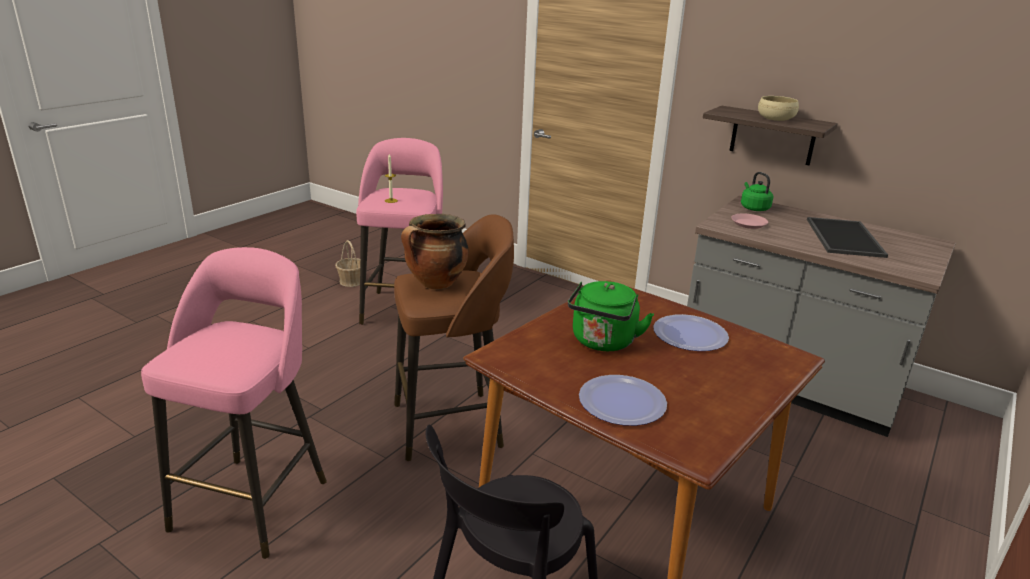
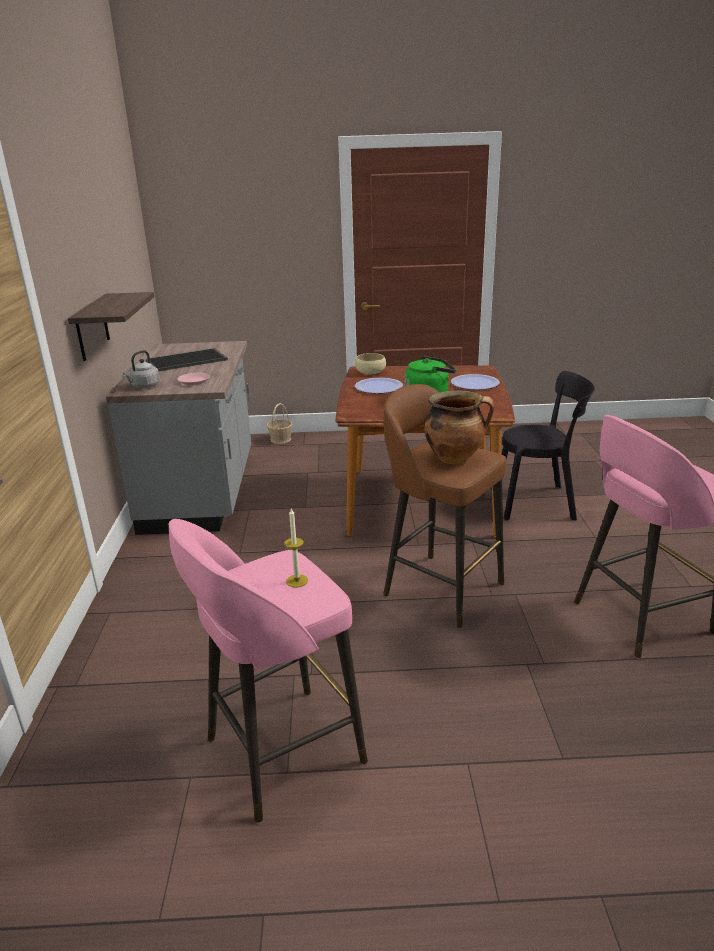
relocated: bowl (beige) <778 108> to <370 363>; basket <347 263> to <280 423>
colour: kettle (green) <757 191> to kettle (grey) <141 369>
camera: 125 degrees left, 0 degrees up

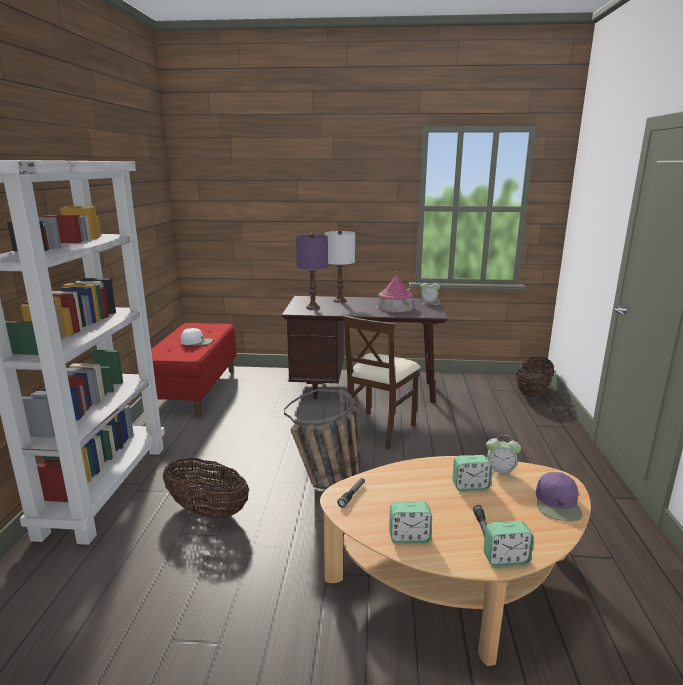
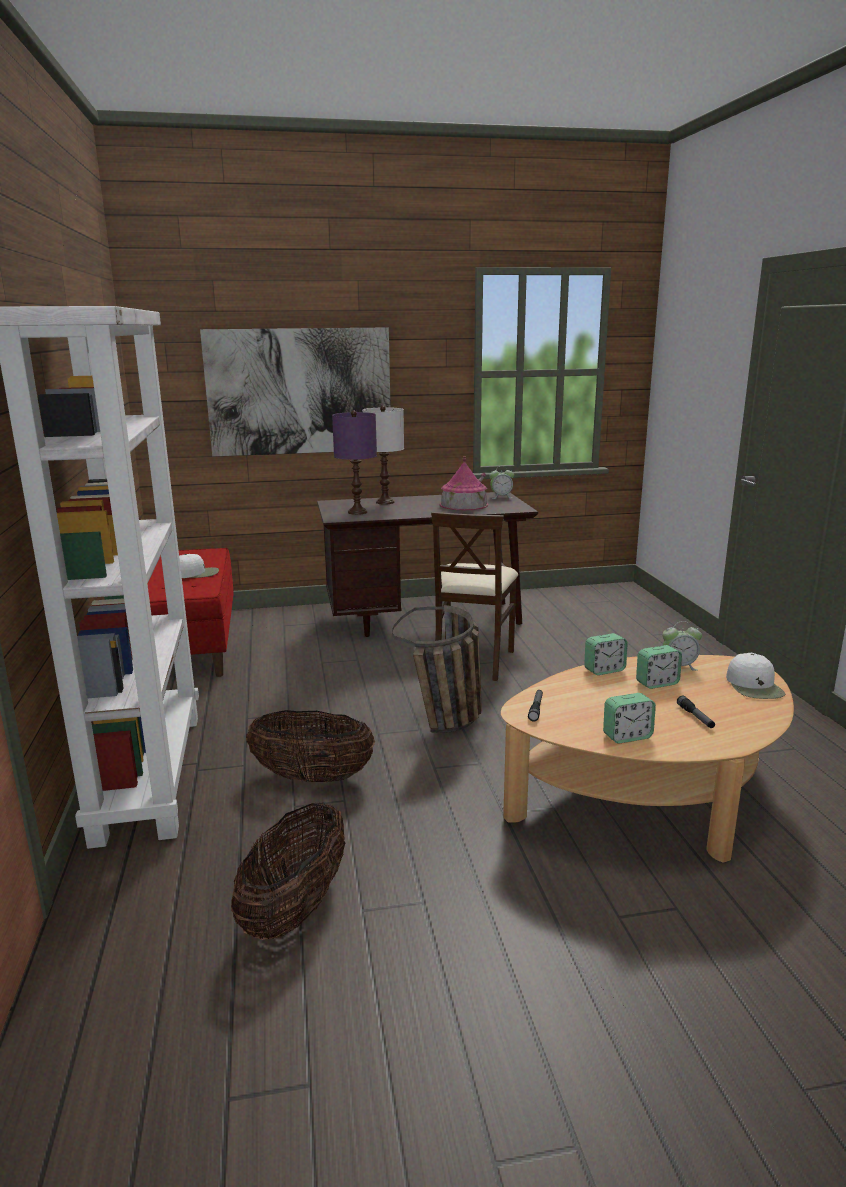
appeared: picture <295 391>
relocated: basket <535 377> to <288 871>; alarm clock <509 544> to <606 654>
colour: cap (purple) <559 496> to cap (white) <755 676>
camera: 15 degrees left, 0 degrees up

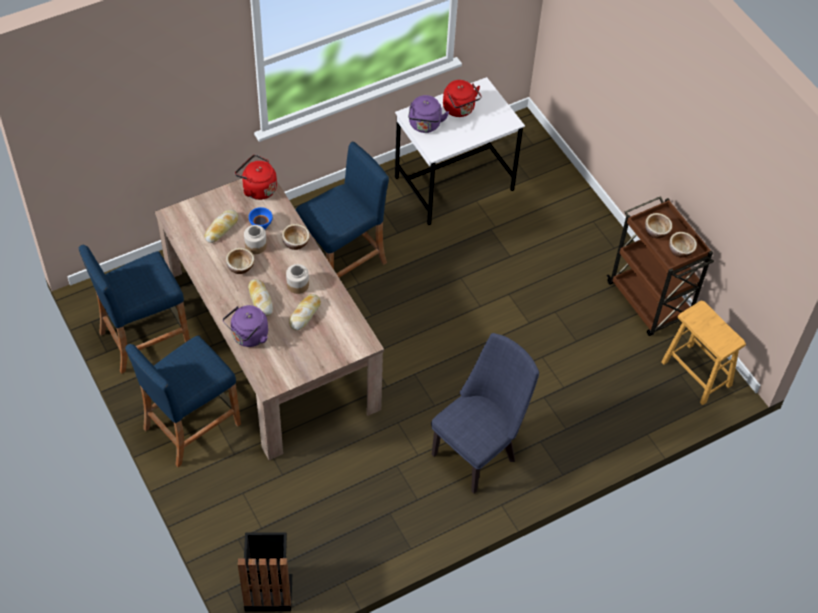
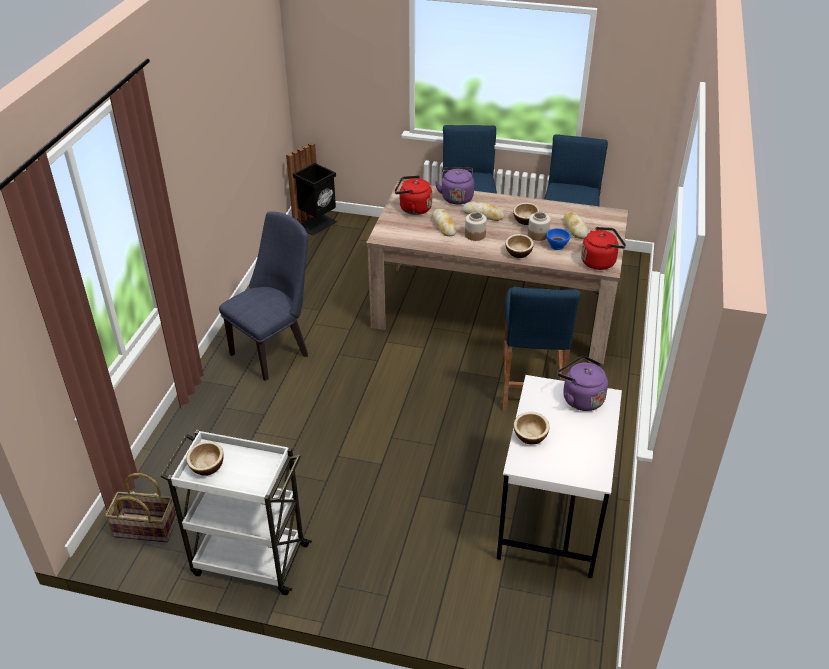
relocated: kettle (red) <462 98> to <413 195>; bowl <658 226> to <531 428>
exchanged: stool (brown) <703 353> to basket <141 508>
colour: cart (brown) <660 266> to cart (white) <236 512>
spun: chair (blue) <485 413> = <263 296> 135 degrees counterclockwise
camera: 135 degrees right, 15 degrees down

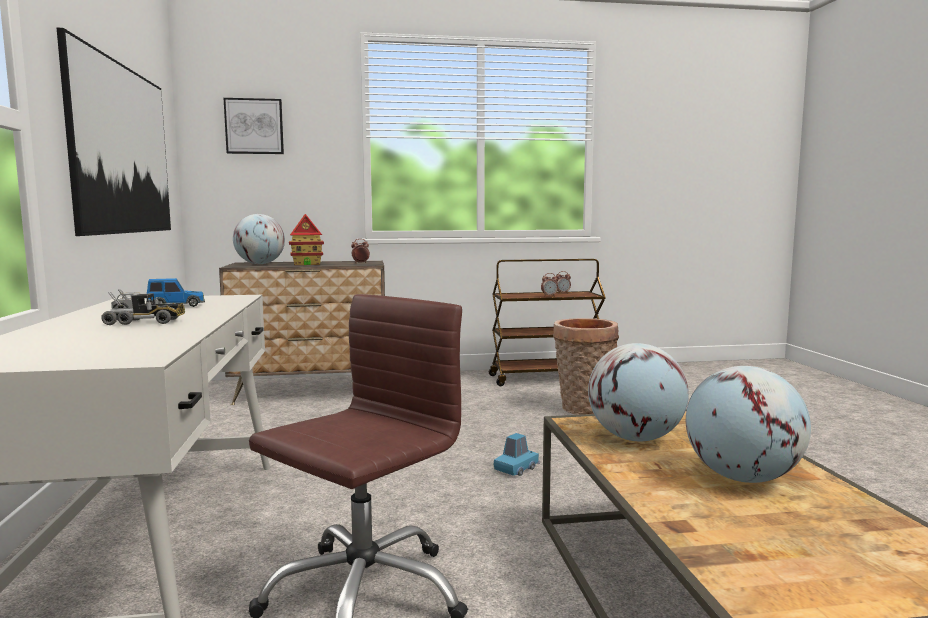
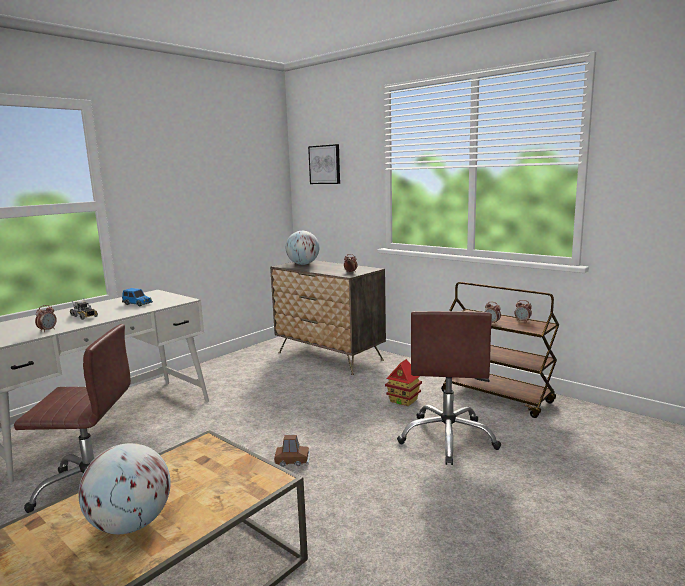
missing: picture <114 132>; globe <638 392>
appeared: alarm clock <46 318>
relocated: toy house <306 239> to <403 382>
exchanged: basket <586 366> to office chair (brown) <449 388>
colour: toy car (blue) <517 454> to toy car (brown) <292 451>
camera: 50 degrees right, 5 degrees up

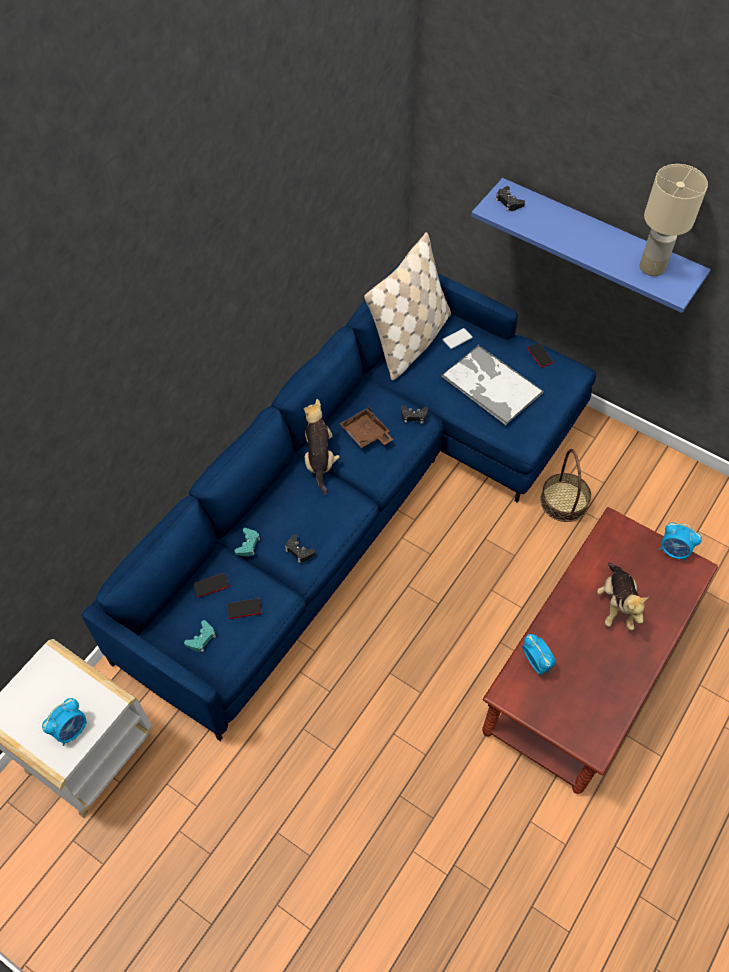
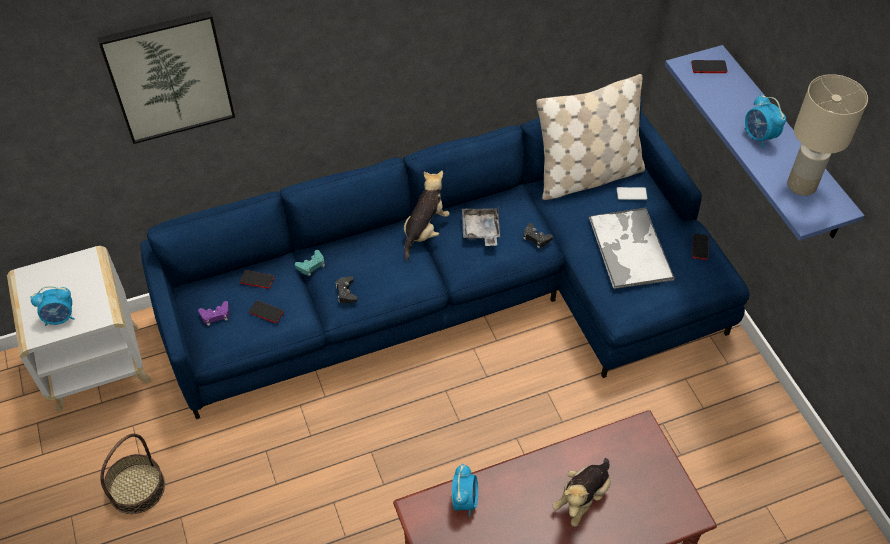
appeared: picture <166 77>
relocated: basket <565 485> to <132 474>; alarm clock <680 542> to <765 121>
exchanged: game controller (black) <510 198> to phone <709 66>
colour: tray (brown) <367 427> to tray (grey) <481 226>; game controller (turquoise) <200 636> to game controller (purple) <214 313>
camera: 35 degrees right, 5 degrees down

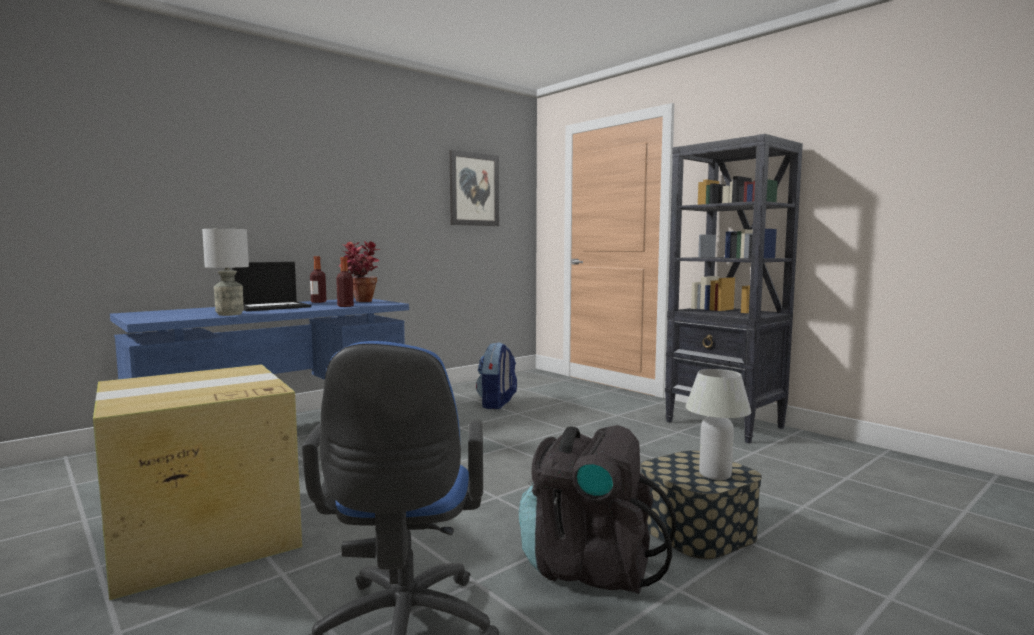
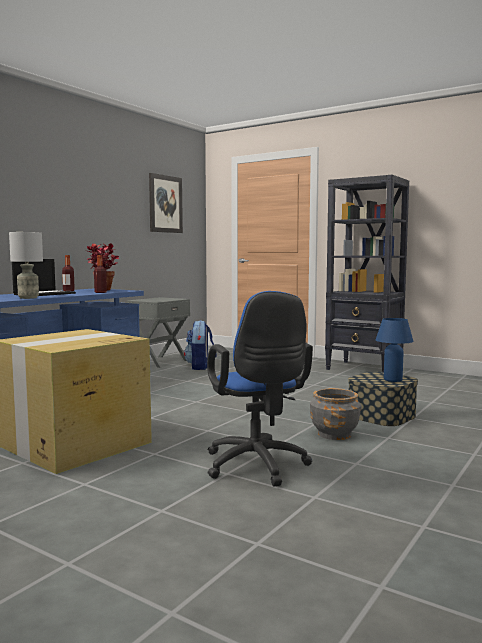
appeared: nightstand (grey) <158 332>
exchanged: backpack (black) <598 509> to planter (grey) <336 414>
colour: table lamp (white) <718 424> to table lamp (blue) <395 350>
camera: 15 degrees left, 0 degrees up

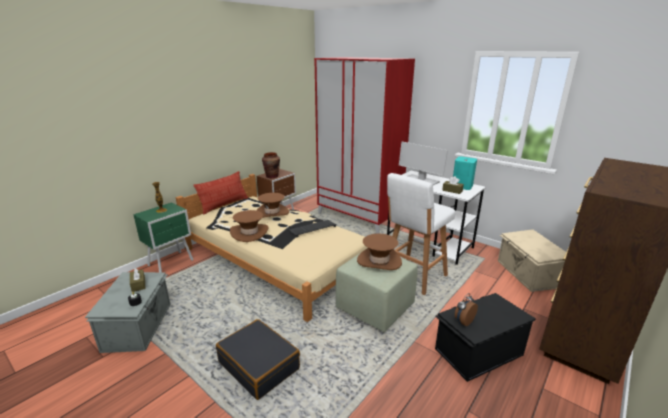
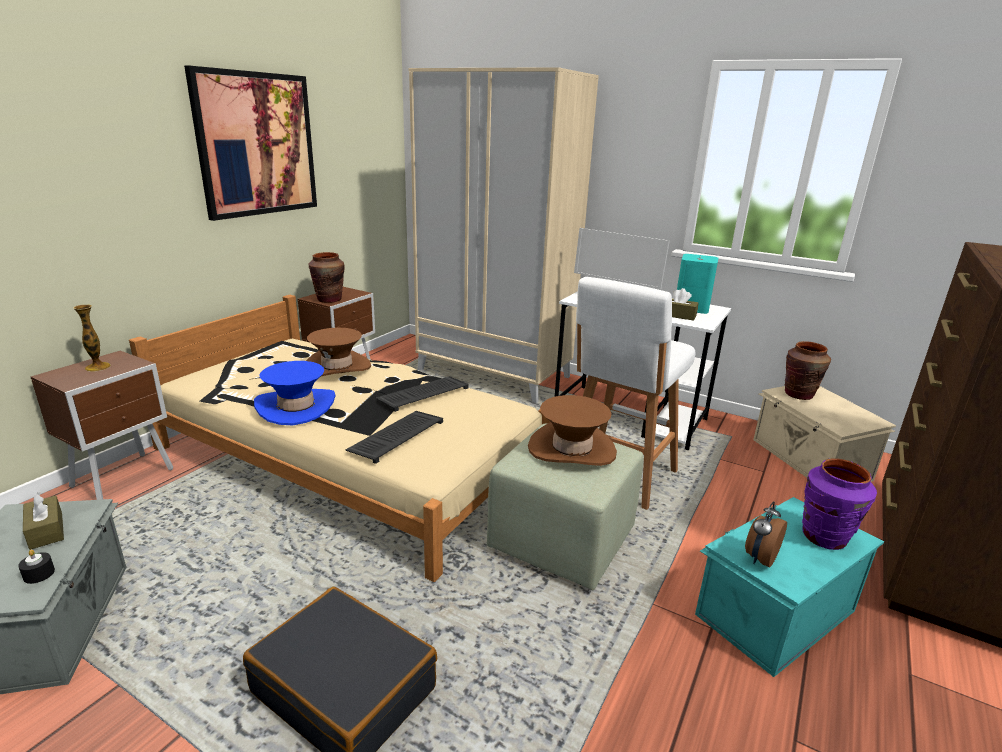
missing: pillow <221 193>
appeared: picture <250 143>; vase (brown) <808 370>; keyboard <394 437>; vase (purple) <839 504>
colour: wardrobe (red) <364 145> to wardrobe (beige) <503 235>; nightstand (green) <163 237> to nightstand (brown) <102 425>; hat (brown) <249 226> to hat (blue) <295 393>; storage box (black) <485 337> to storage box (turquoise) <789 587>
camera: 10 degrees left, 0 degrees up

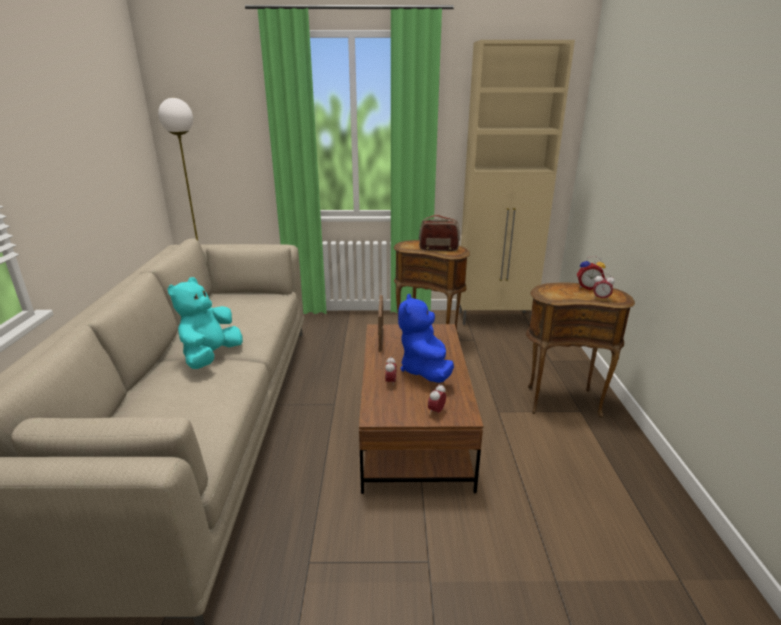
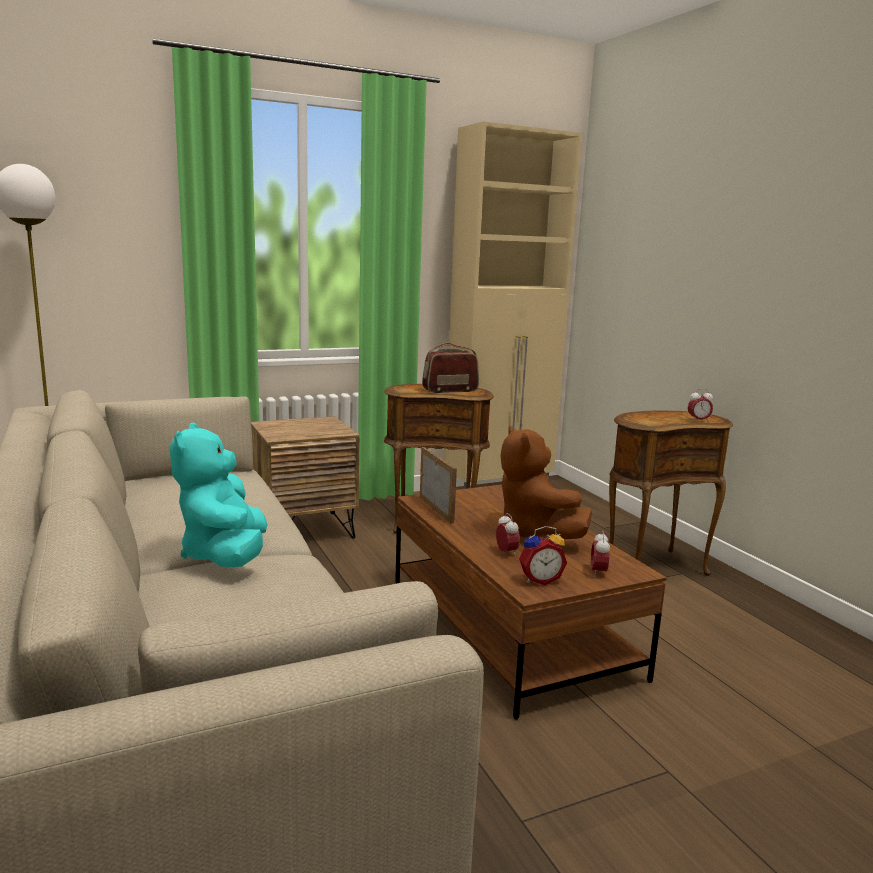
appeared: nightstand (brown) <305 477>
relocated: alarm clock <591 273> to <543 555>
colour: plush toy (blue) <426 338> to plush toy (brown) <546 482>
camera: 25 degrees left, 10 degrees down

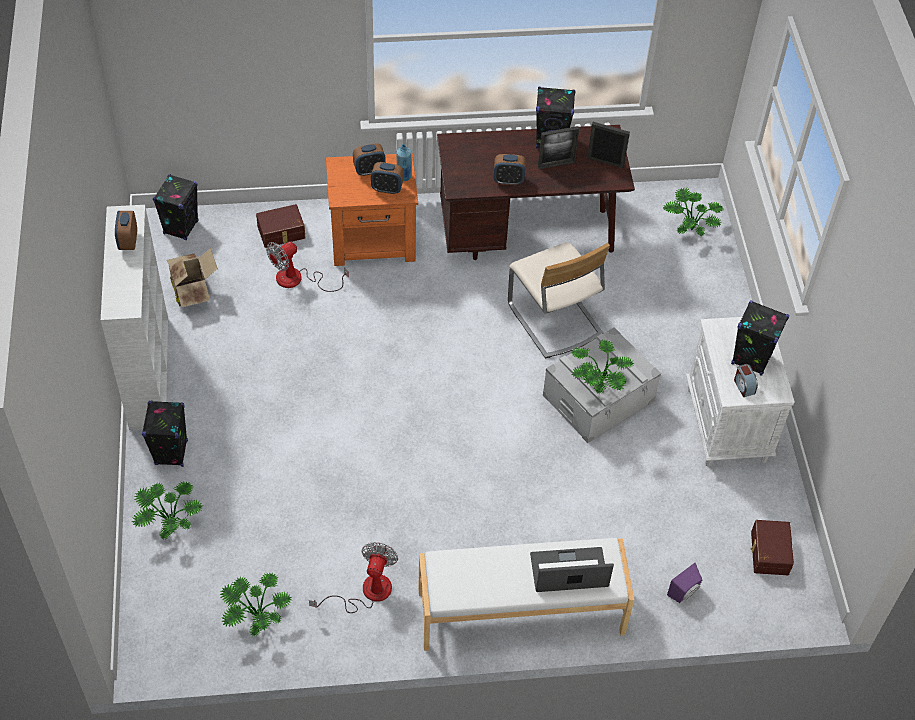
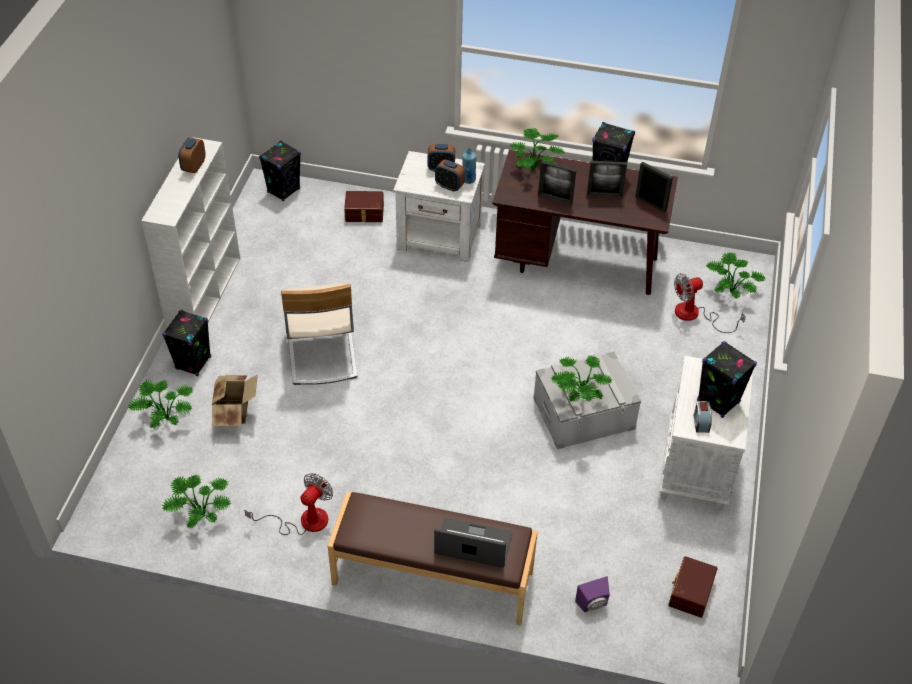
appeared: potted plant <537 149>
relocated: fan <307 266> to <710 303>; chair (beige) <559 300> to <319 334>; cardboard box <192 277> to <235 400>
exchanged: alarm clock <510 169> to picture frame <557 183>
colour: nightstand (orange) <372 209> to nightstand (white) <439 206>; bench (white) <526 594> to bench (brown) <433 558>
camera: 20 degrees right, 5 degrees down

